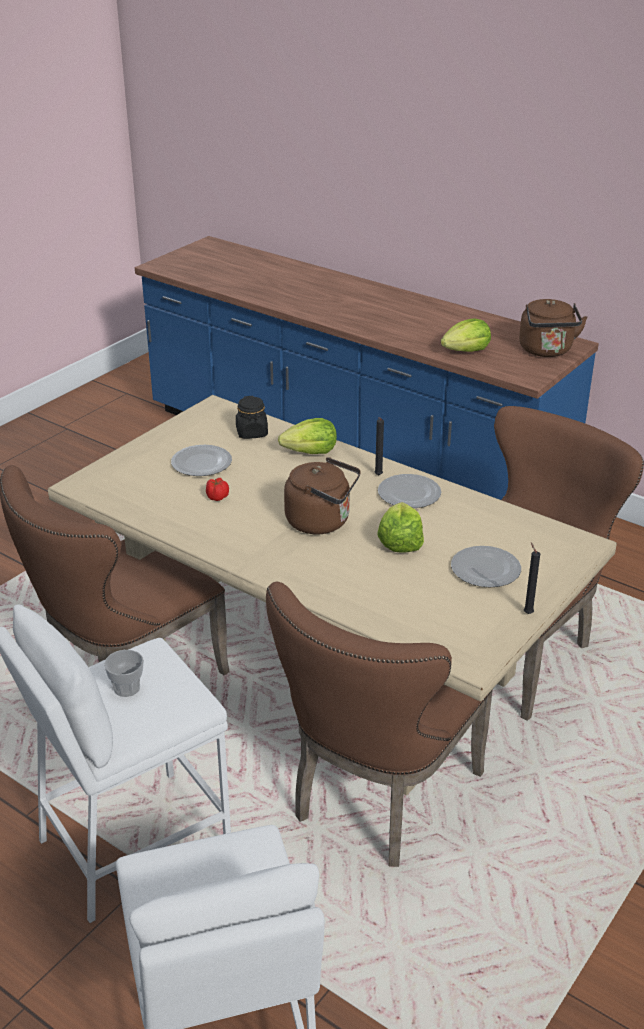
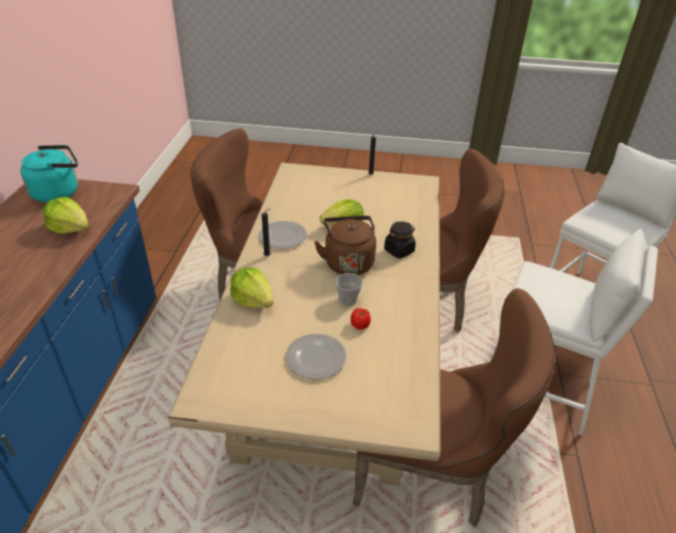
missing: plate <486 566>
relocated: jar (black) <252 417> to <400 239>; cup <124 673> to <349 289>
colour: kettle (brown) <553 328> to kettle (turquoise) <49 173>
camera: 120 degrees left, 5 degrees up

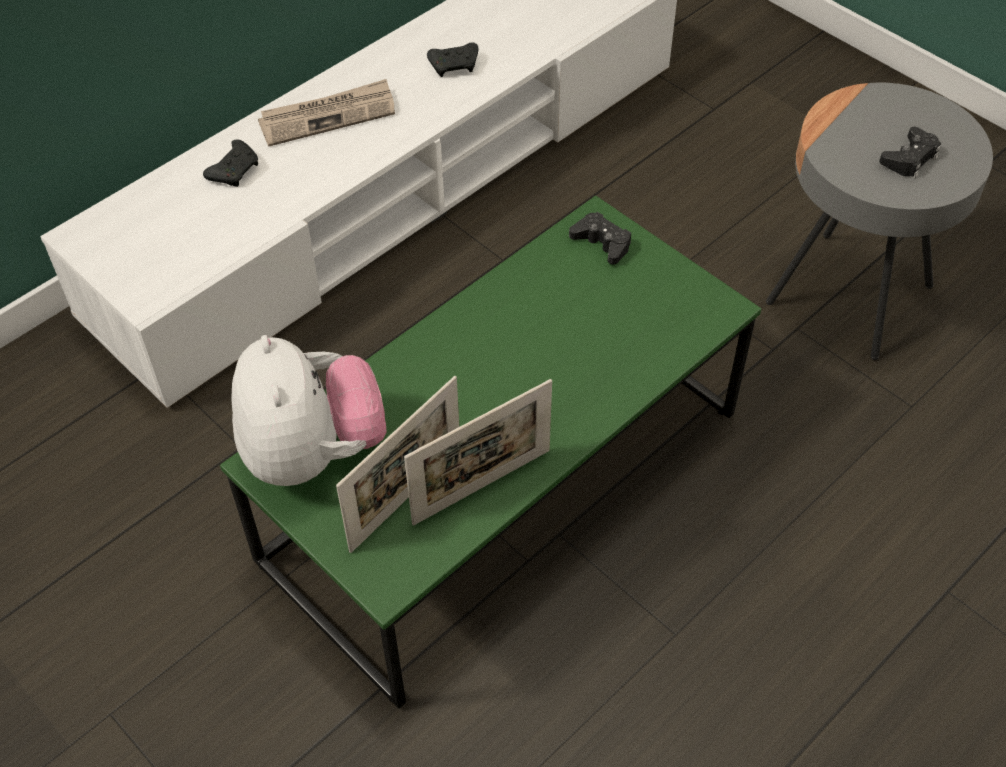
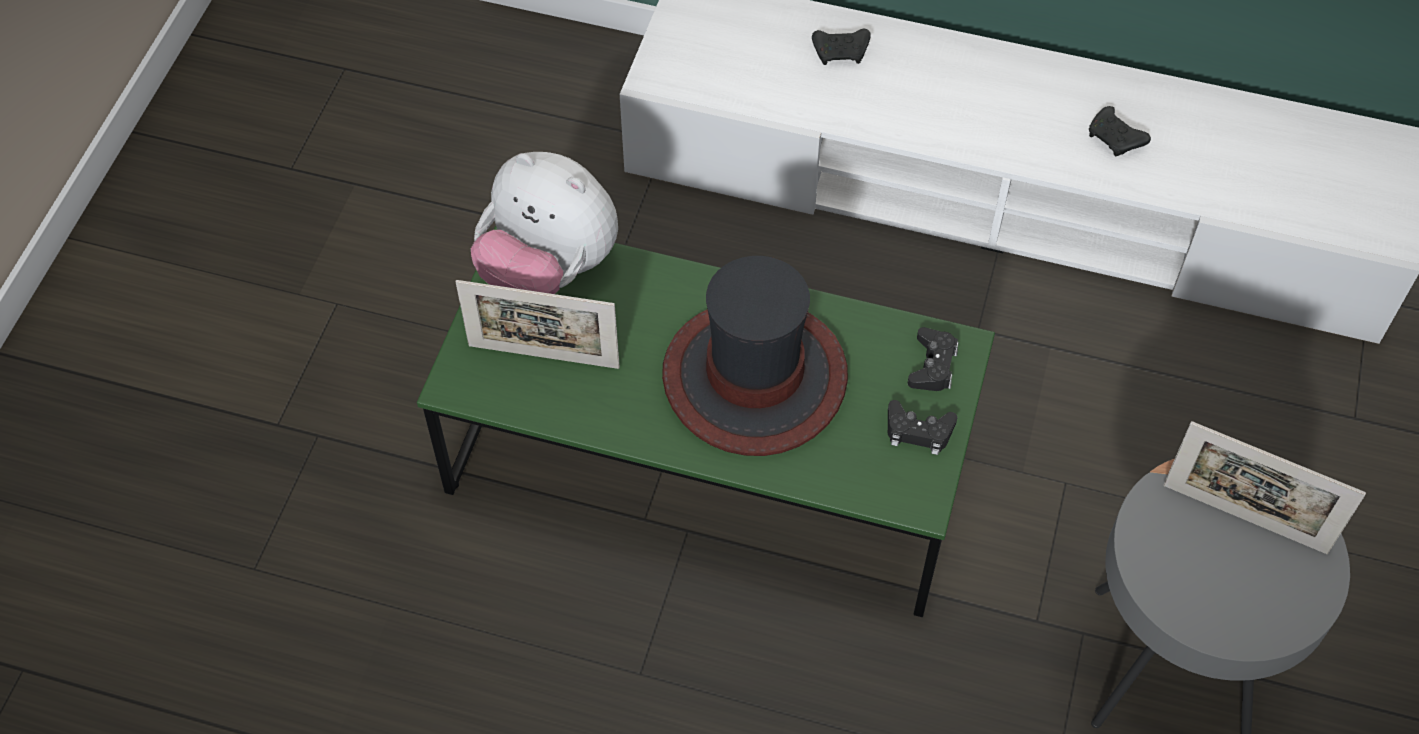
missing: newspaper <326 112>
appeared: hat <755 356>
relocated: game controller (black) <910 152> to <922 427>; picture frame <478 452> to <1264 487>
spun: plush toy <308 410> = <544 223> 75 degrees clockwise
camera: 60 degrees right, 5 degrees up

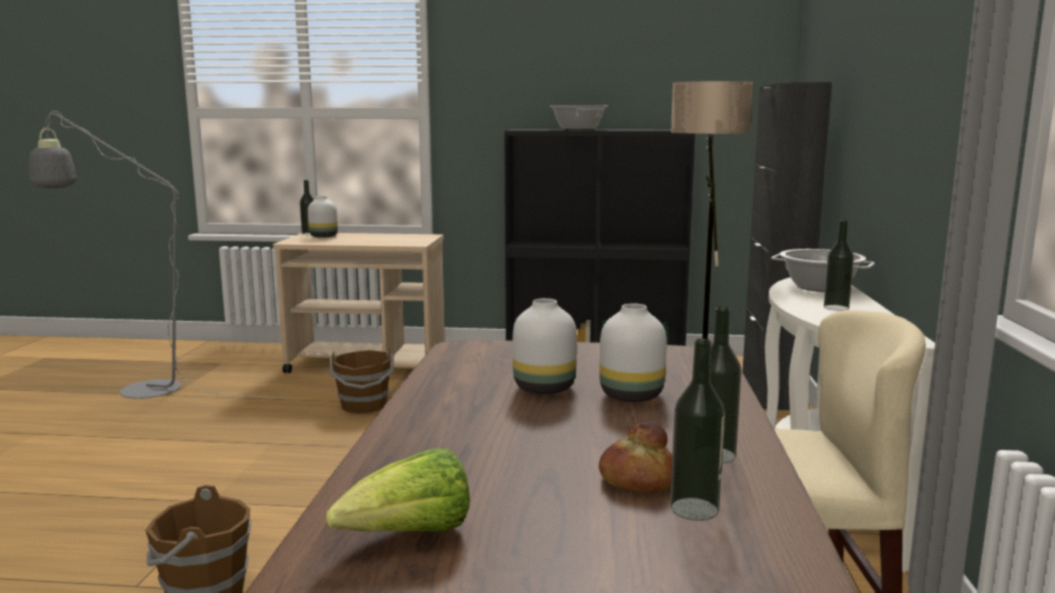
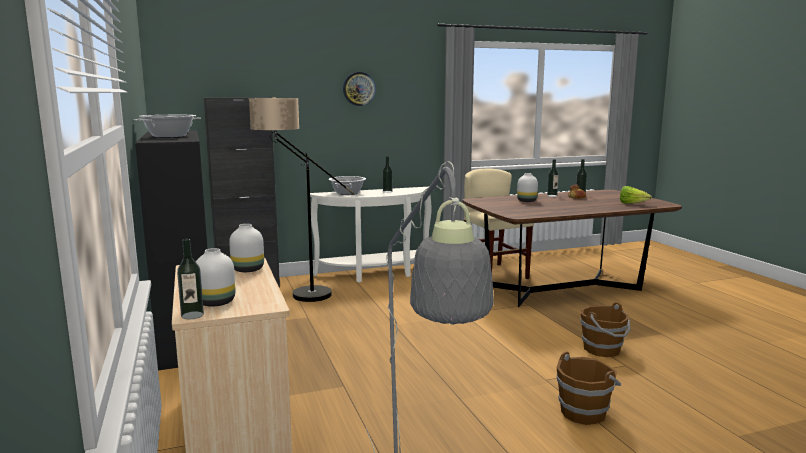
appeared: wall clock <359 89>
relocated: vase (white) <545 346> to <246 248>; bucket (brown) <361 381> to <588 388>
camera: 115 degrees left, 0 degrees up

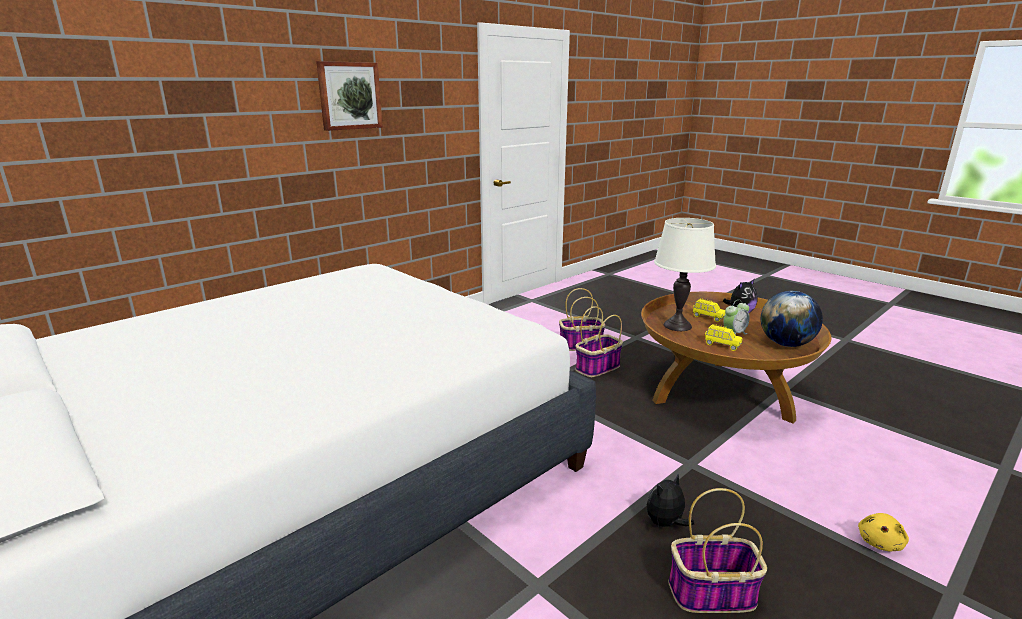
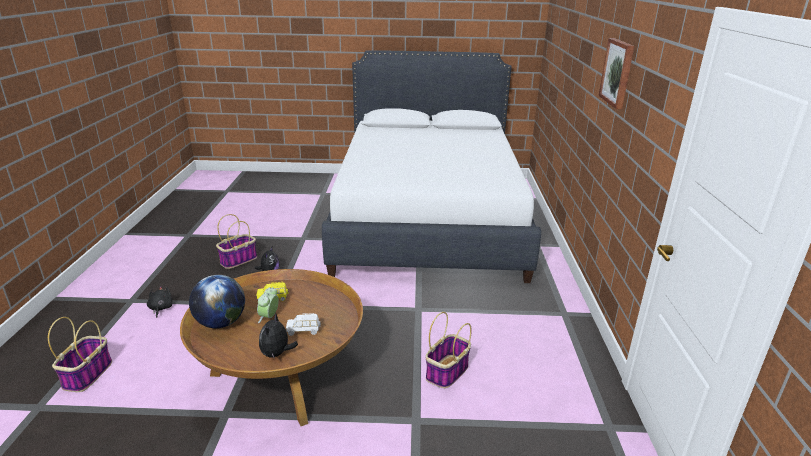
missing: table lamp (white) <685 274>
relocated: basket <599 341> to <80 354>
colour: toy car (yellow) <709 310> to toy car (white) <303 324>; plush toy (yellow) <883 532> to plush toy (black) <159 302>
camera: 135 degrees right, 5 degrees up

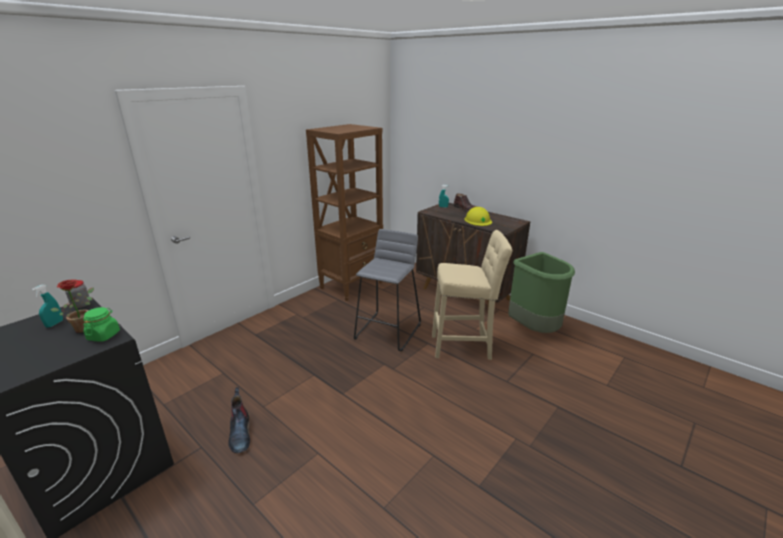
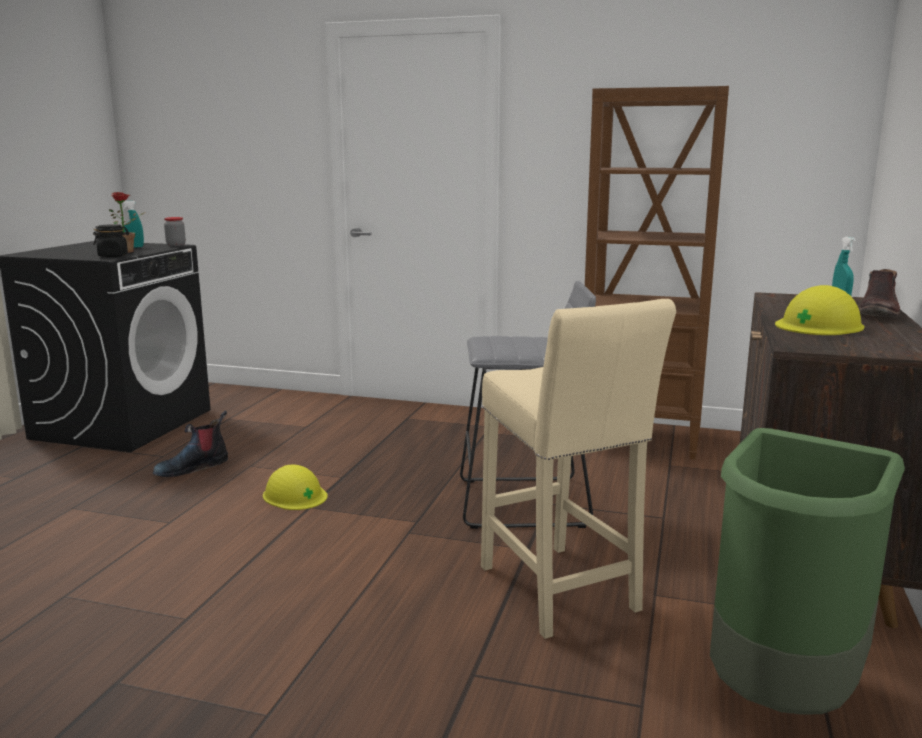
appeared: hard hat (yellow) <295 487>
colour: jar (green) <101 324> to jar (black) <111 240>
camera: 65 degrees right, 10 degrees down

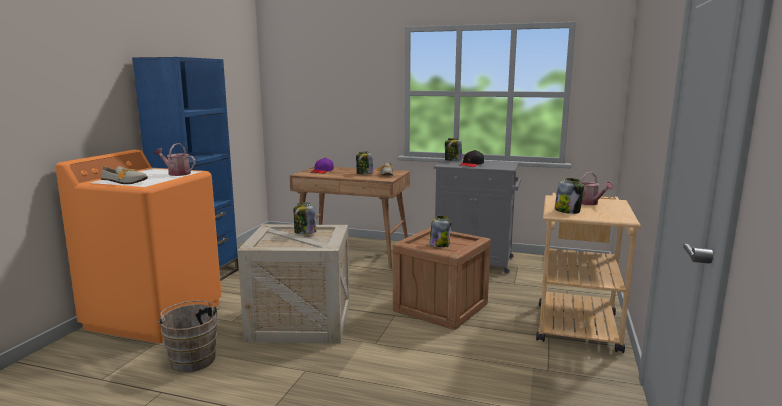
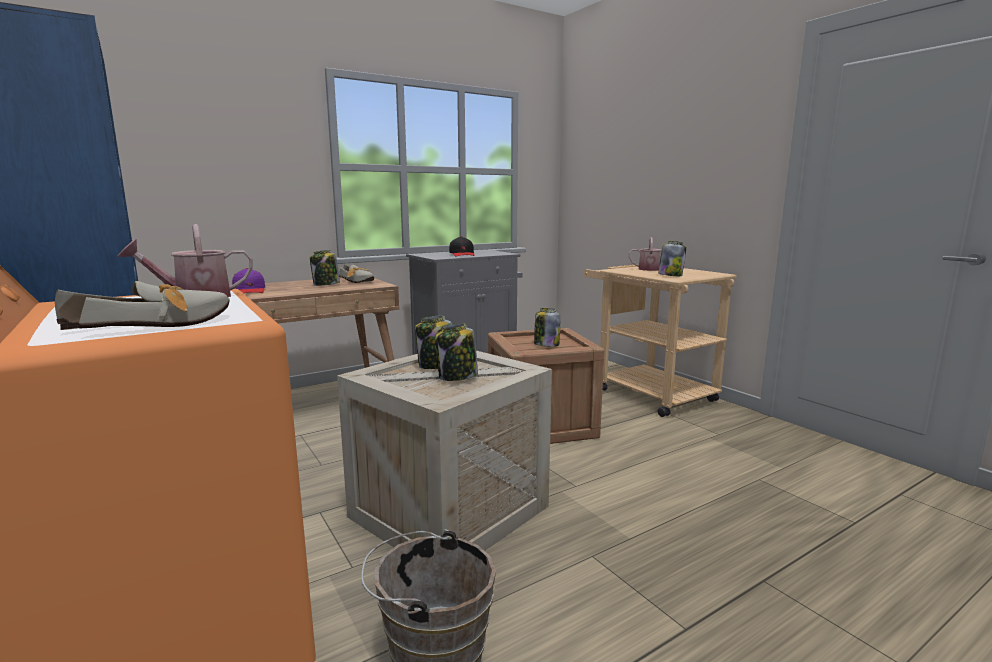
relocated: jar <453 149> to <456 352>
camera: 50 degrees left, 0 degrees up

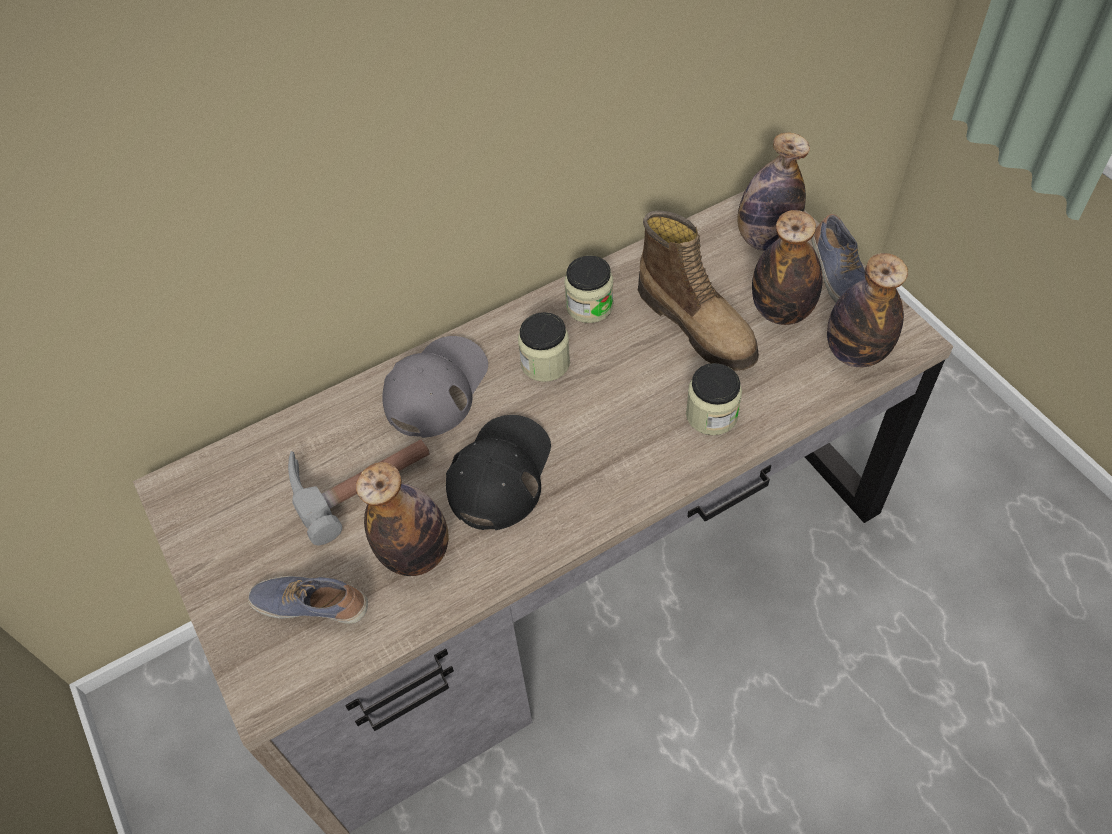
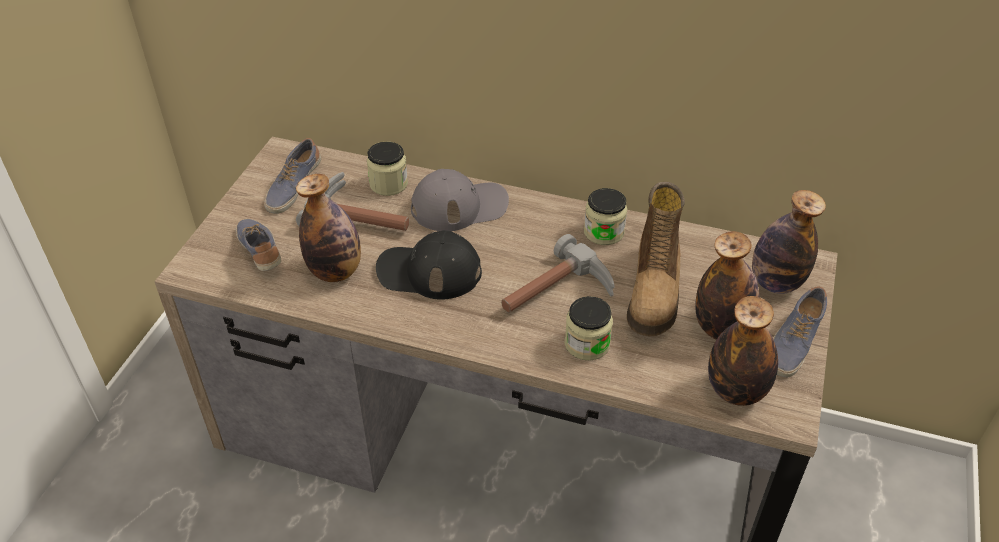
appeared: shoe <292 176>; hammer <558 273>
relocated: jar <544 347> to <387 169>
spun: cap (black) <498 472> = <429 265> 150 degrees counterclockwise
camera: 45 degrees right, 10 degrees down

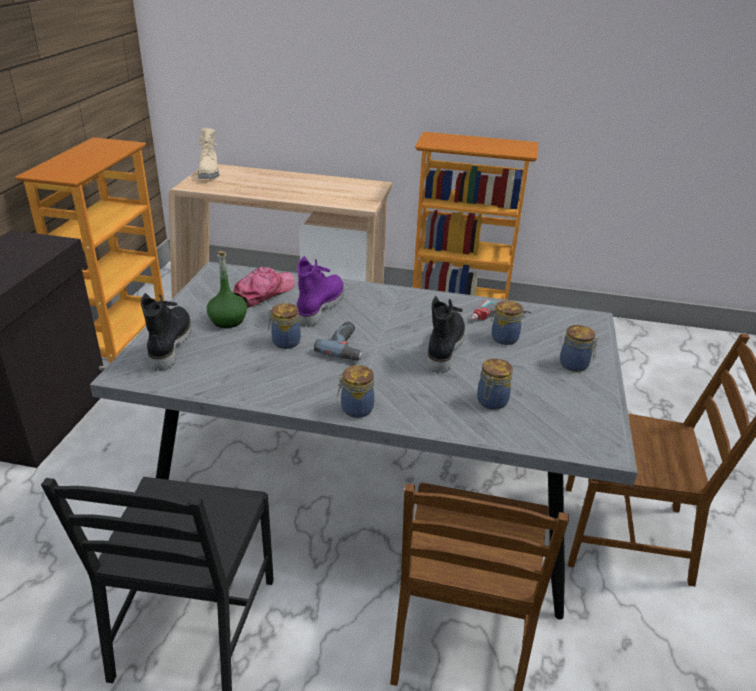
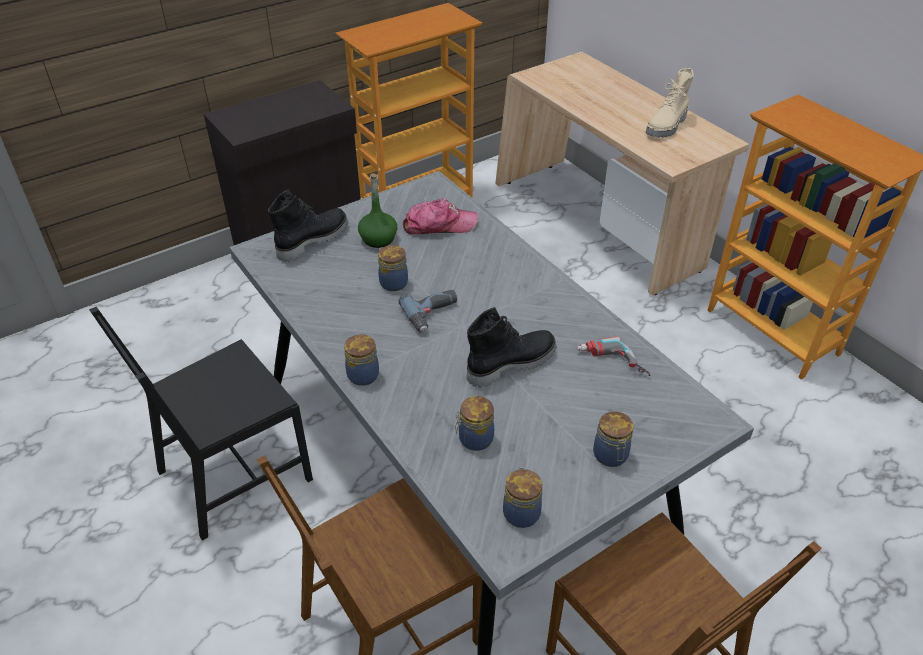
missing: boot (purple) <320 291>
relocated: boot (beige) <208 153> to <670 102>; jar <507 323> to <522 497>
camera: 45 degrees right, 10 degrees up

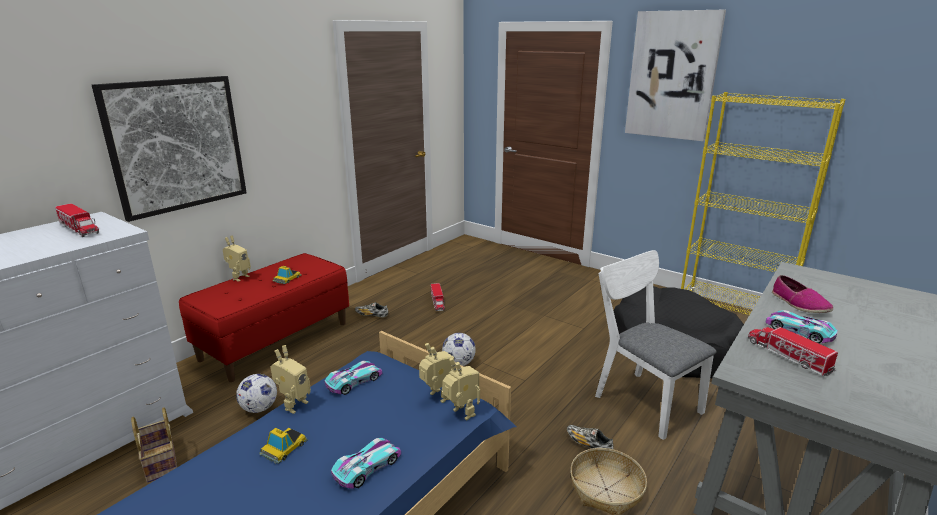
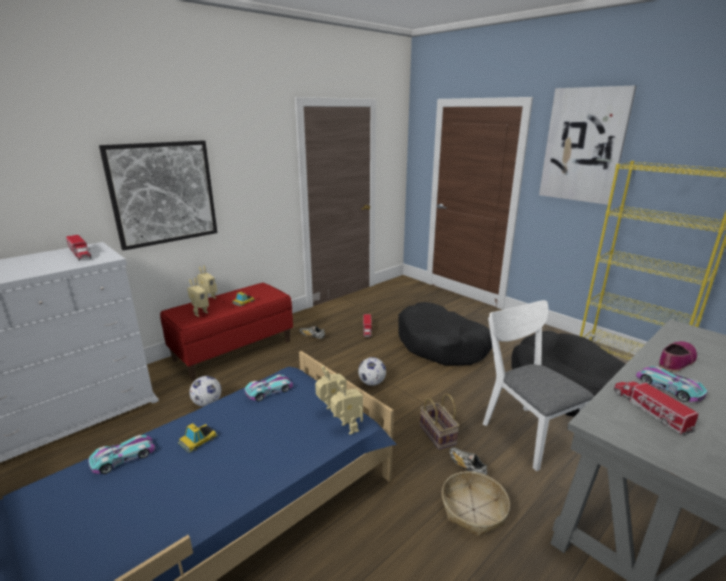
appeared: dog bed (black) <445 334>
relocated: toy robot <290 379> to <198 297>; basket <154 445> to <440 421>; toy car <366 463> to <122 454>
spun: shoe <802 294> = <678 356> 120 degrees counterclockwise
camera: 10 degrees right, 0 degrees up

